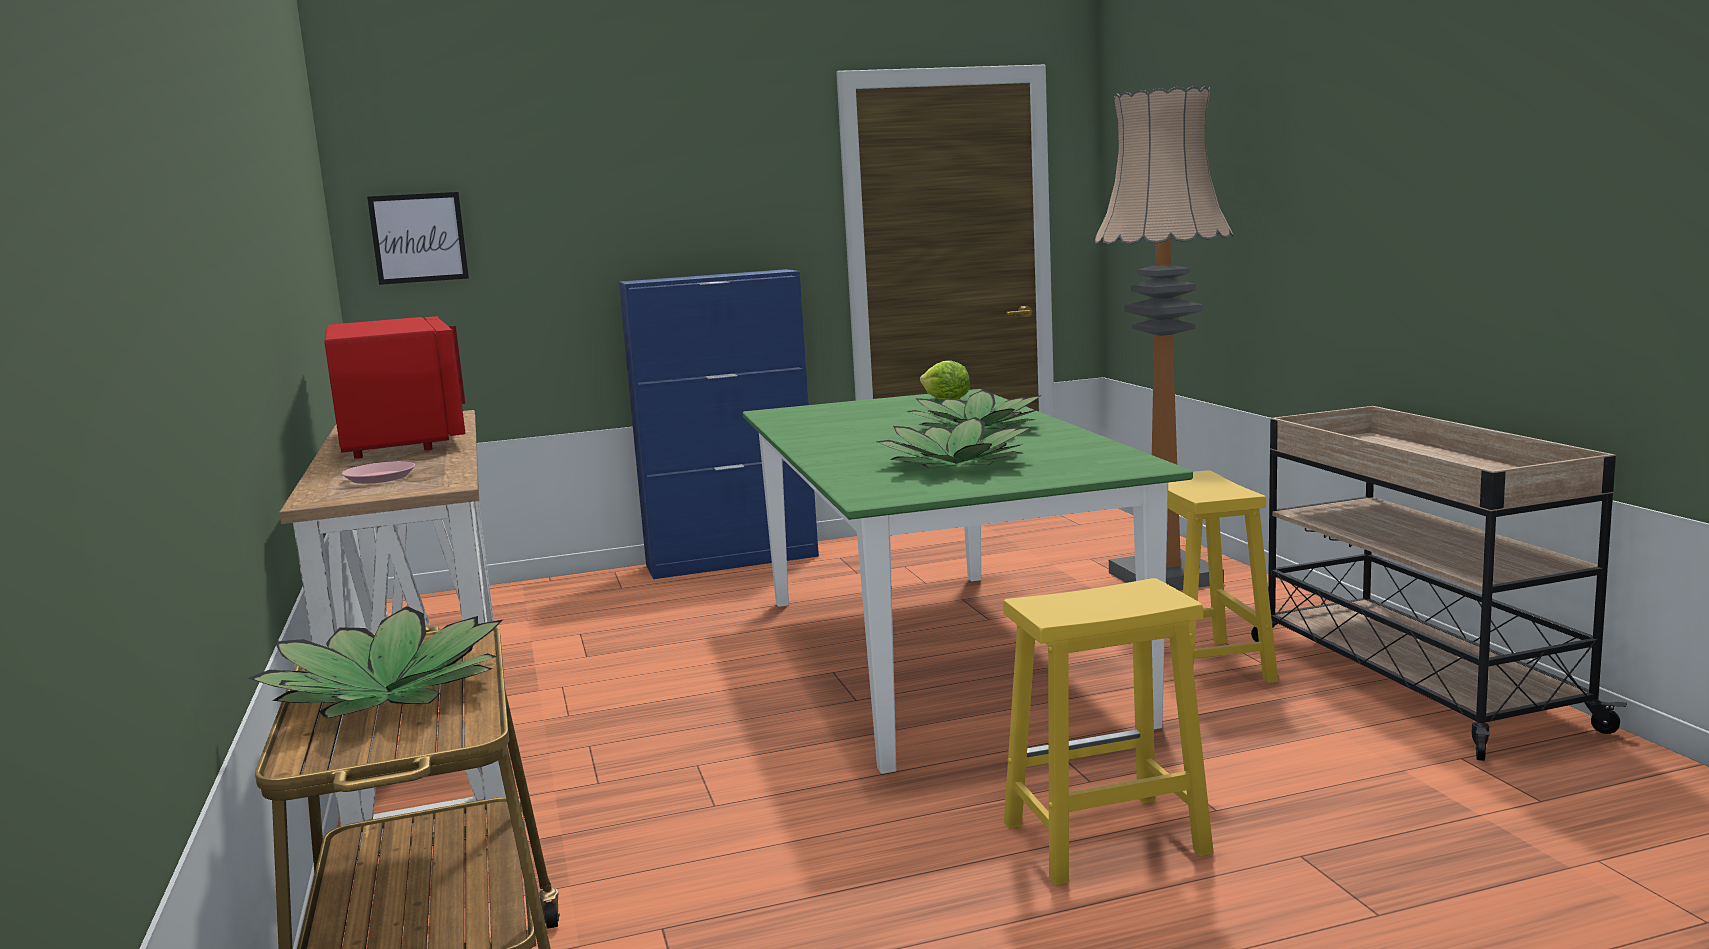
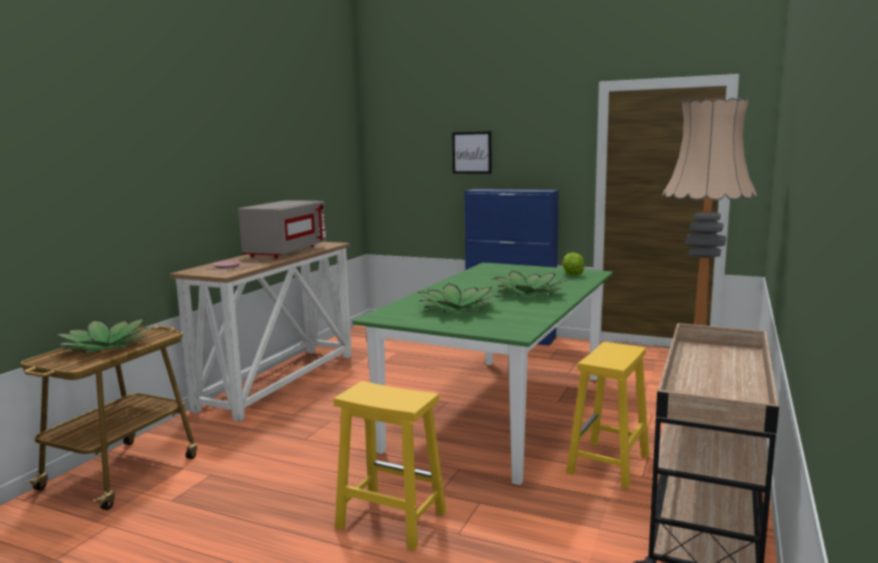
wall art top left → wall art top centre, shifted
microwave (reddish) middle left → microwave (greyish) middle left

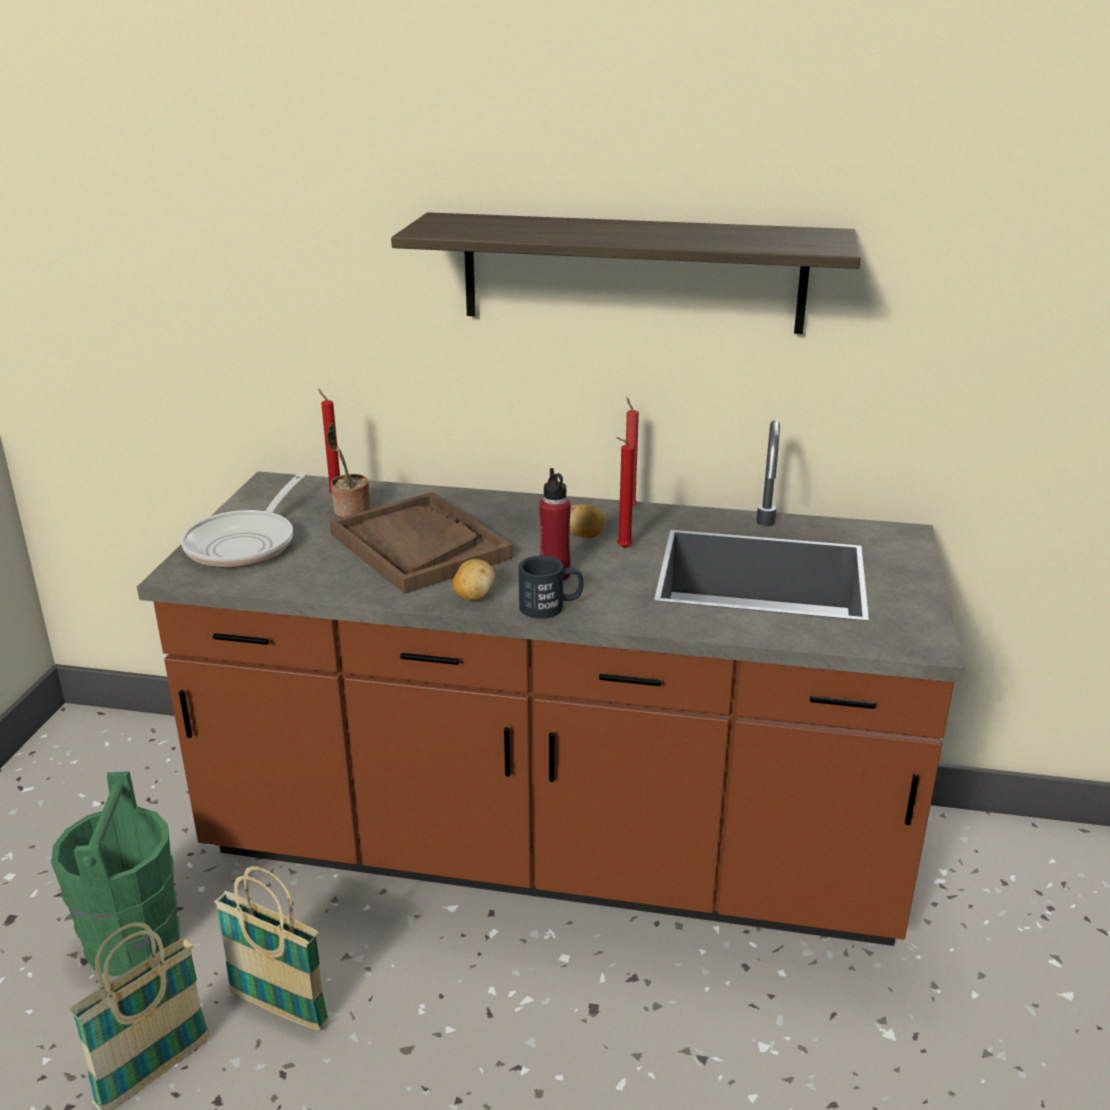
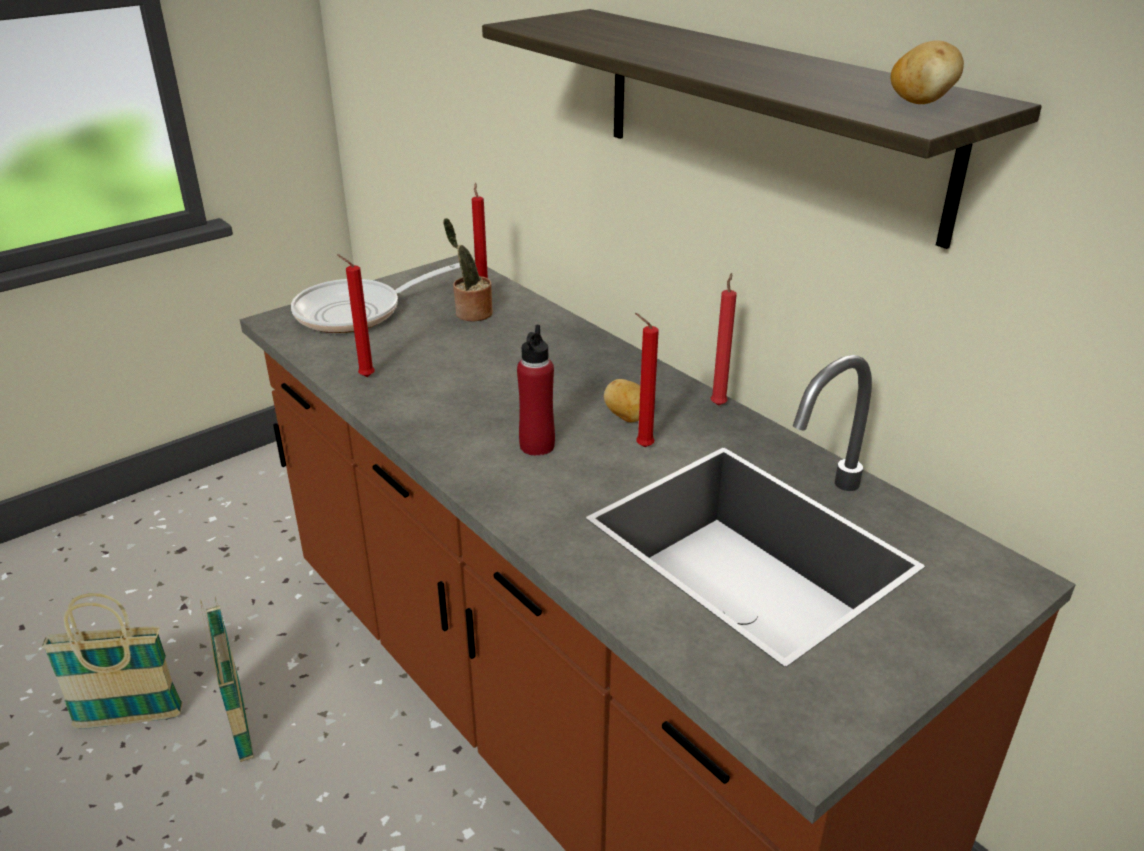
bucket (greenish) bottom left → -
tray (brown) centre → -
tea mug (blackish) centre → -
- → candle (reddish) (no. 1 from left) middle left
whole potato (no. 1 from left in the first image) centre → whole potato (no. 2 from left) top right, shifted

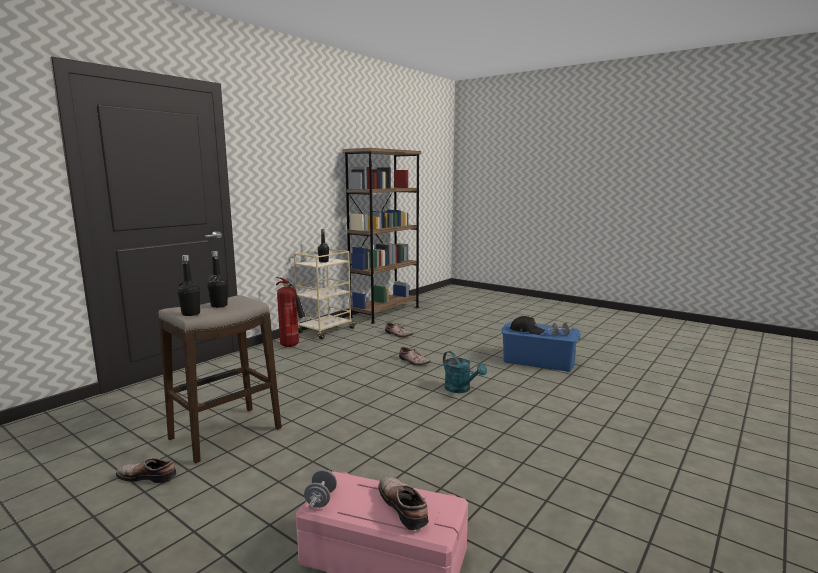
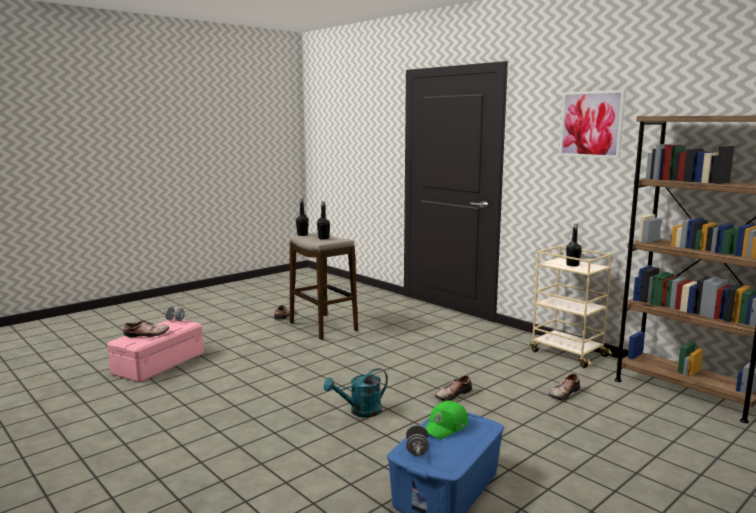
fire extinguisher centre → -
- → wall art top right
baseball cap (blackish) centre → baseball cap (greenish) bottom centre

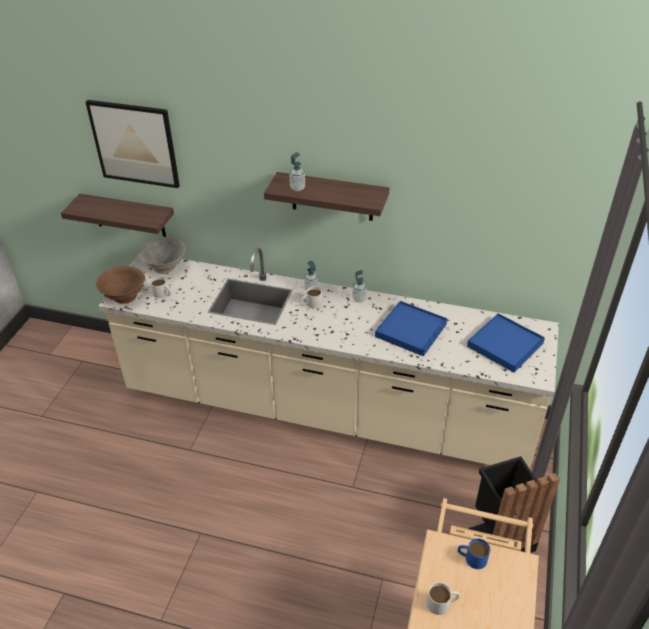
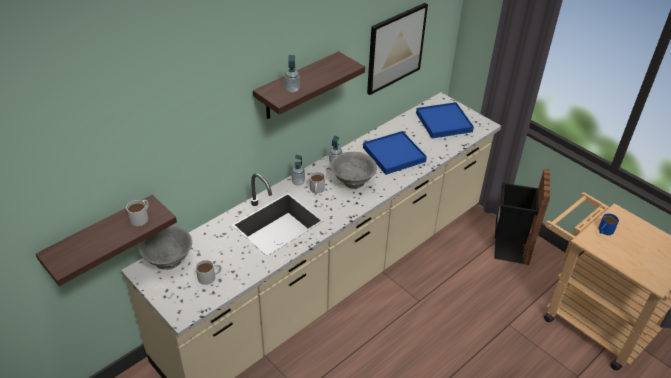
bowl (brown) middle left → -
- → bowl (greyish) (no. 2 from left) centre
wall art top left → wall art top centre, shifted
tea mug (white-coloured) (no. 3 from left in the first image) bottom right → tea mug (white-coloured) (no. 1 from left) middle left, shifted

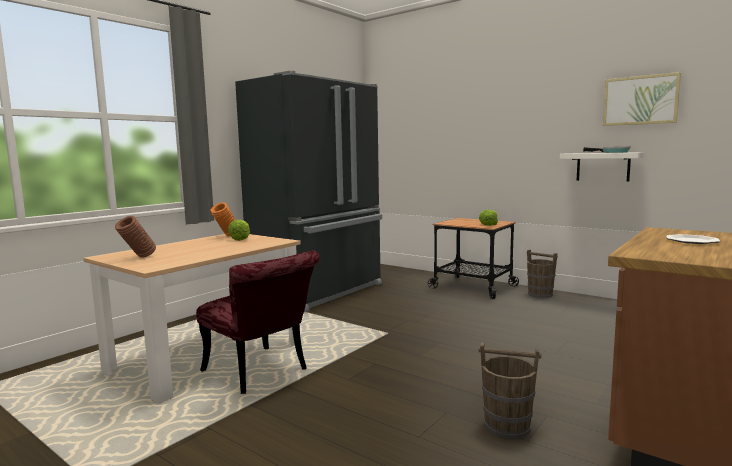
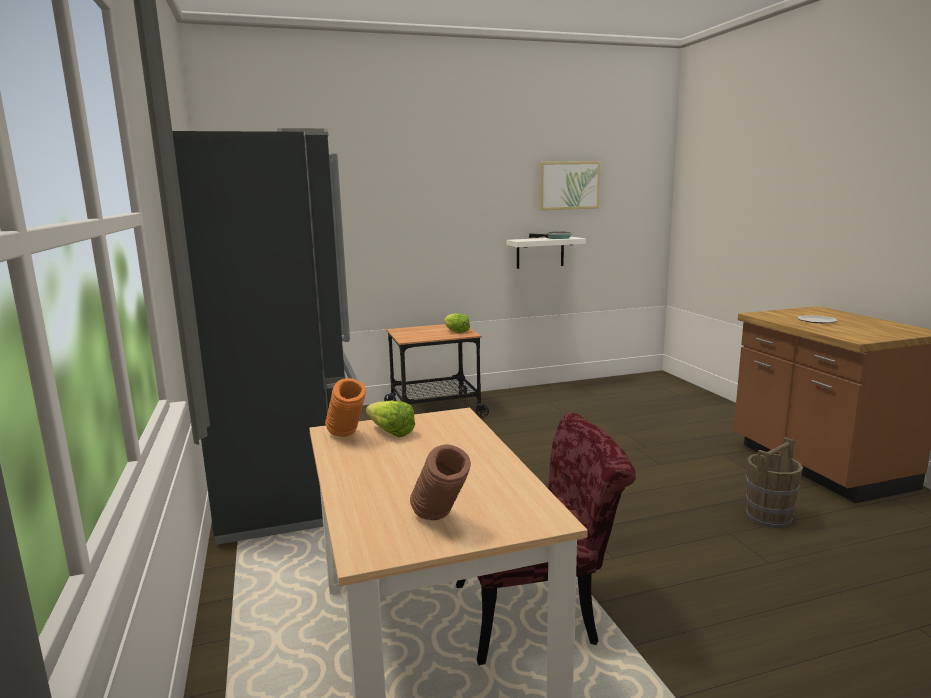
bucket (brown) (no. 2 from left) middle right → -

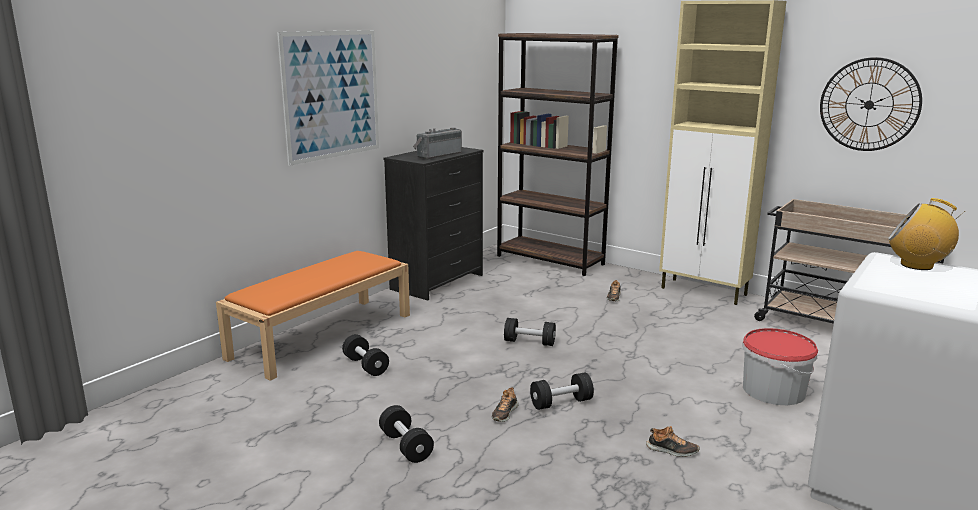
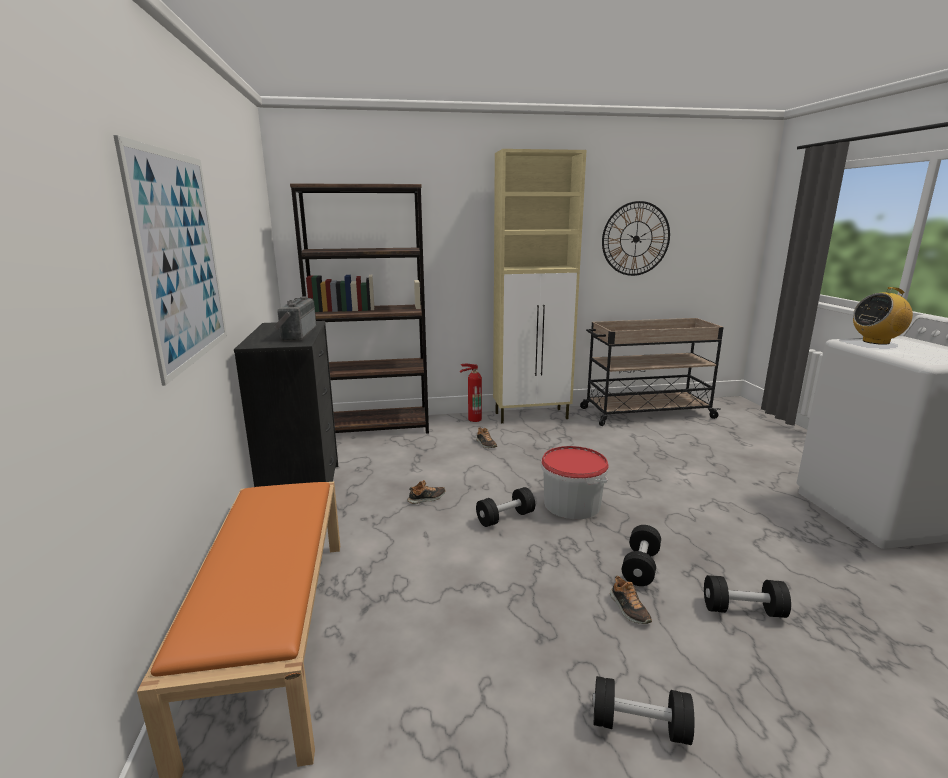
- → fire extinguisher centre
dumbbell (blackish) (no. 1 from left in the first image) bottom centre → dumbbell (blackish) (no. 4 from left) bottom right, shifted
shoe (no. 3 from left in the first image) bottom right → shoe (no. 1 from left) centre, shifted
bucket bottom right → bucket centre, shifted

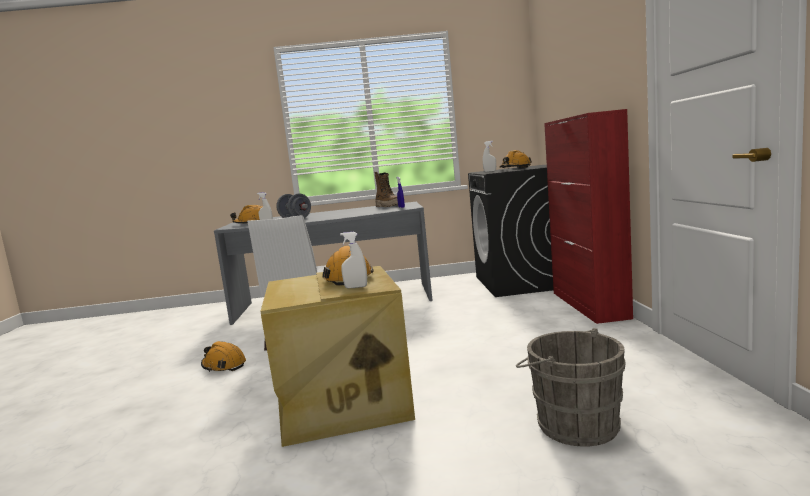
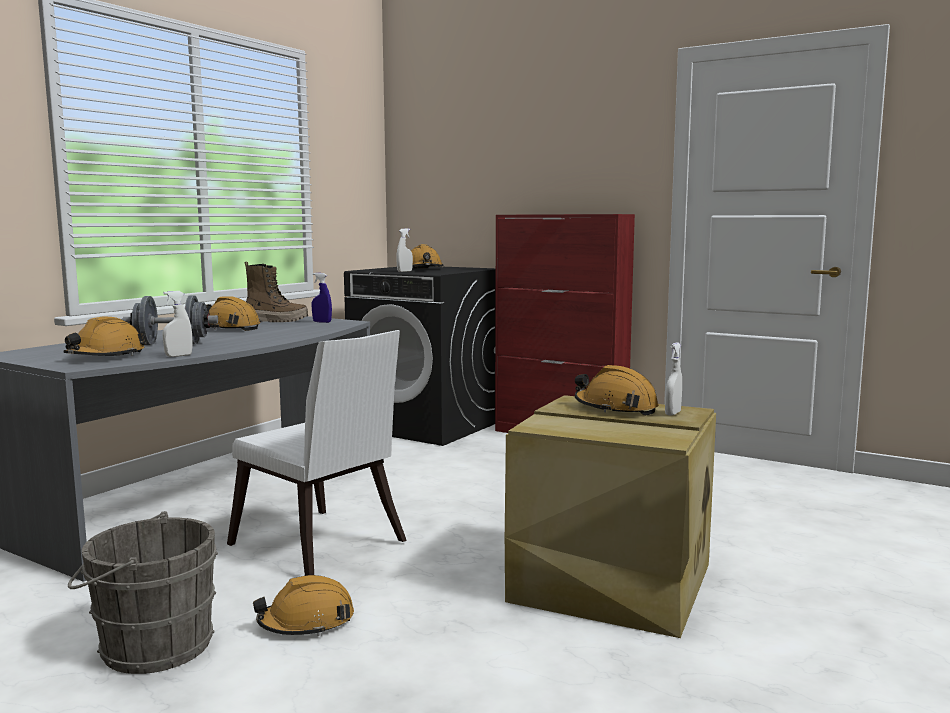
- → work helmet (orange-coloured) (no. 2 from left) middle left
bucket (greyish) bottom right → bucket (greyish) bottom left, shifted

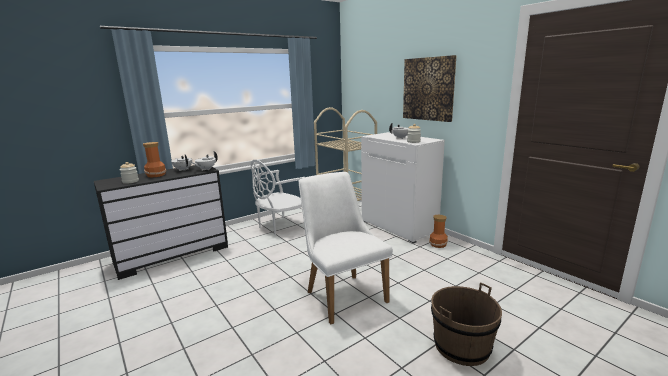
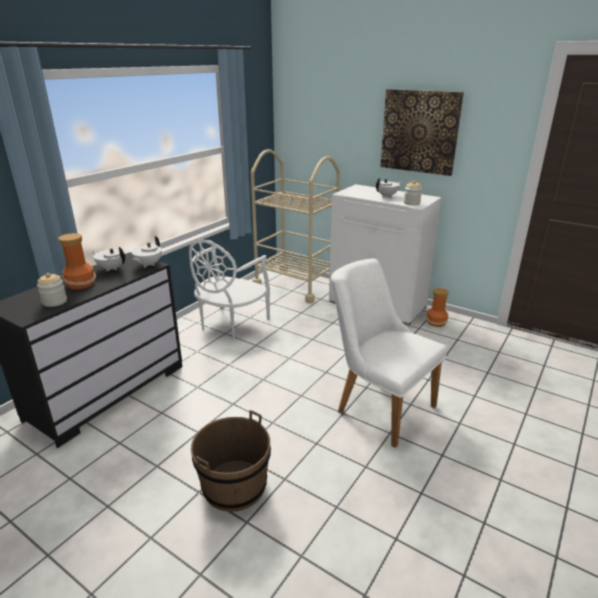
bucket (brown) bottom right → bucket (brown) bottom centre, shifted

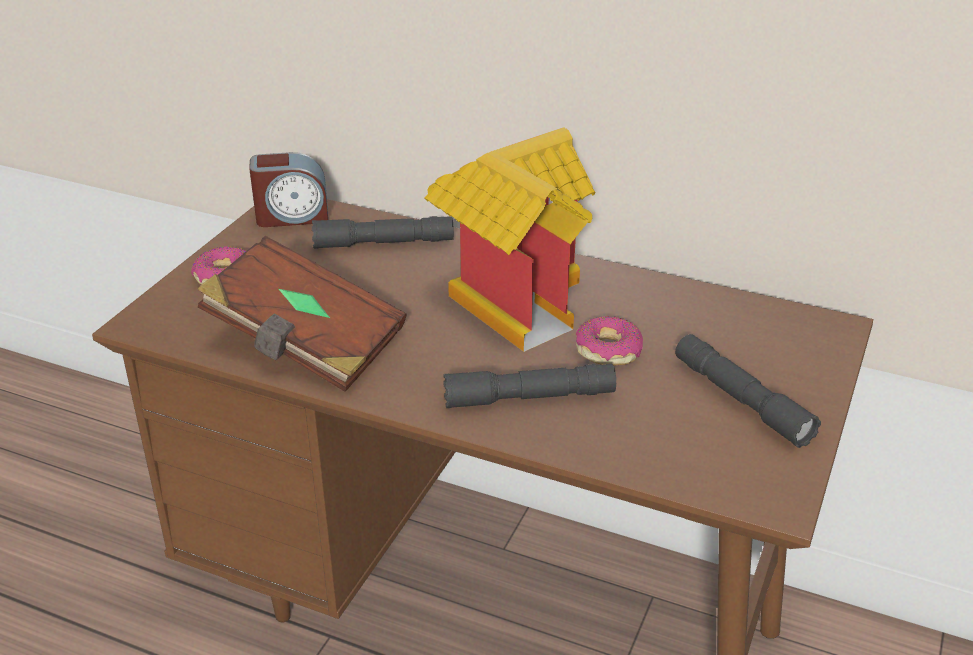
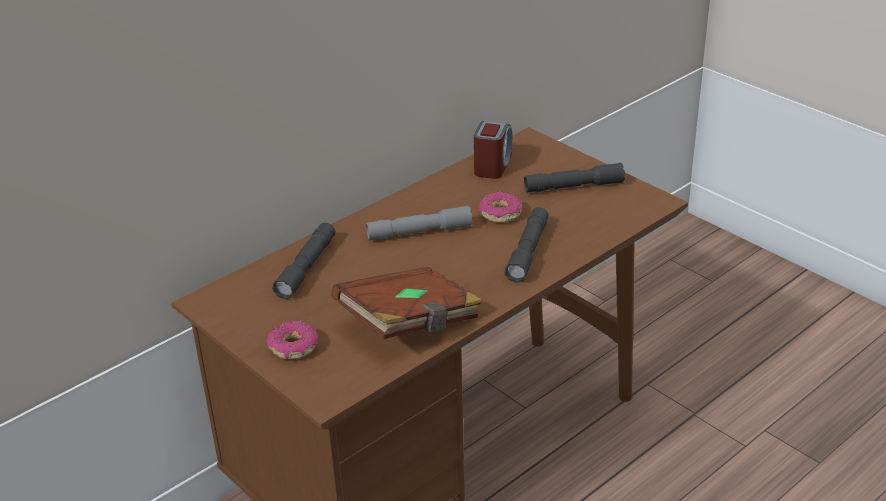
alarm clock top left → alarm clock top centre, shifted
model house centre → torch (greyish) (no. 2 from left) centre

